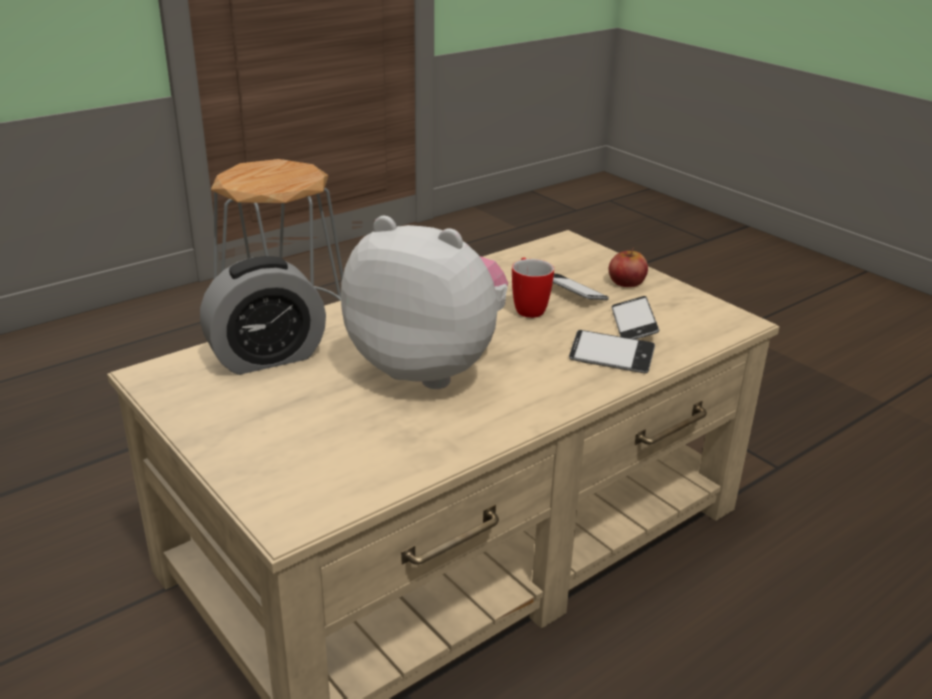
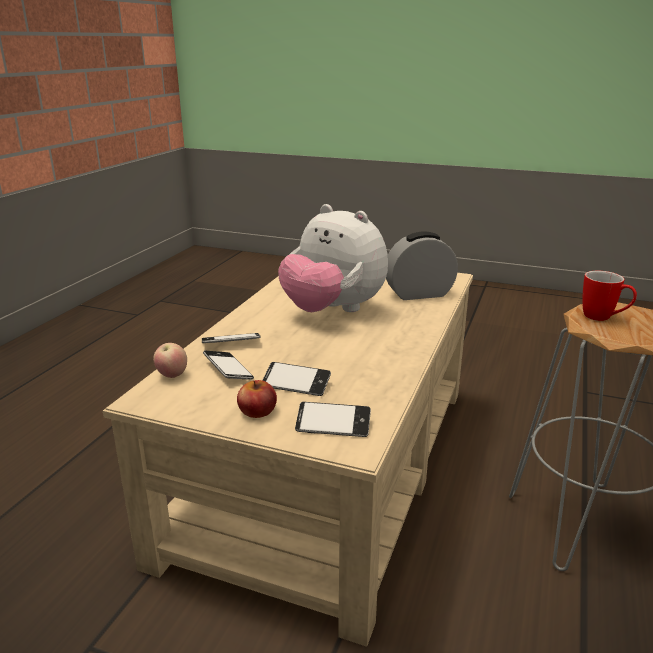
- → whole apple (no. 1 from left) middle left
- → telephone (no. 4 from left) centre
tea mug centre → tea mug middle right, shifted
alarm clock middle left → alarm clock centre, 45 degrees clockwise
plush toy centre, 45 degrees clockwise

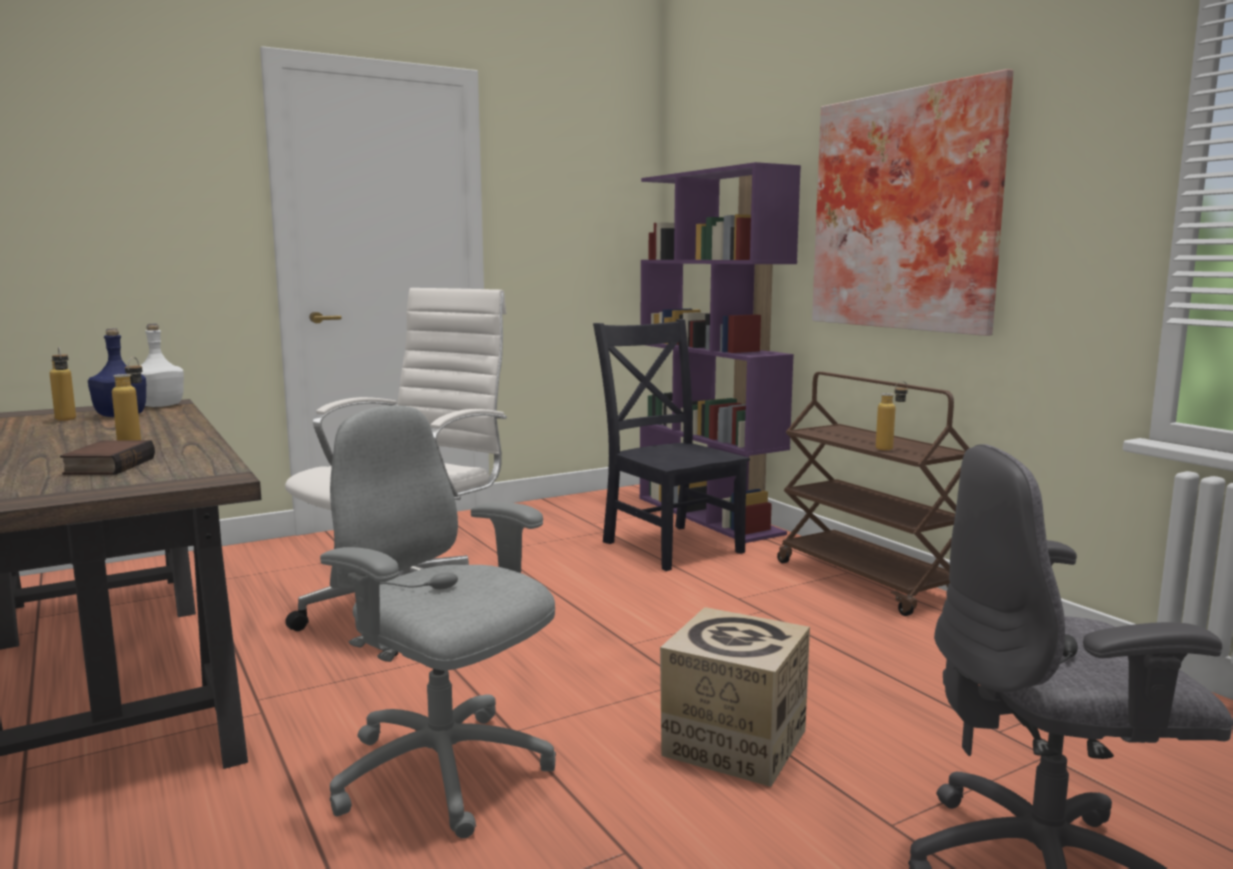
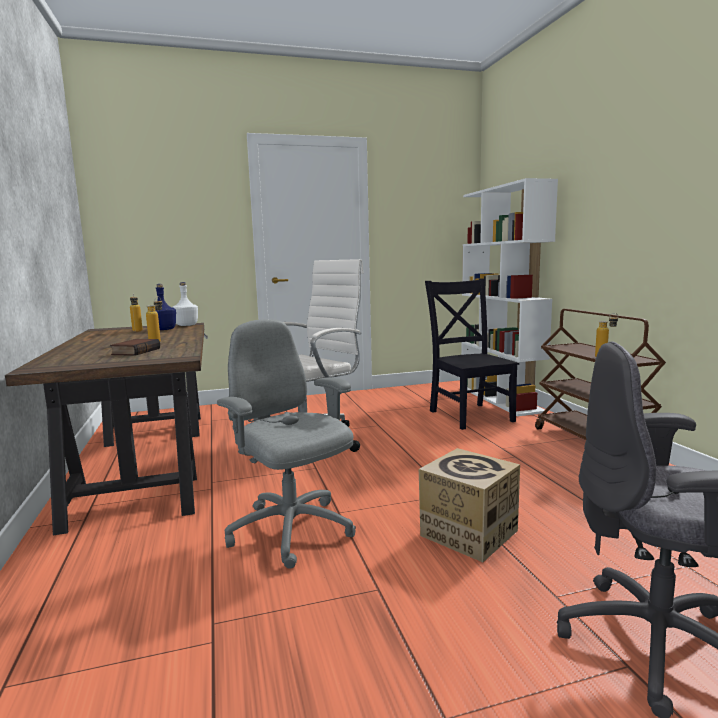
wall art top right → -
bookcase (purplish) centre → bookcase (white-coloured) middle right

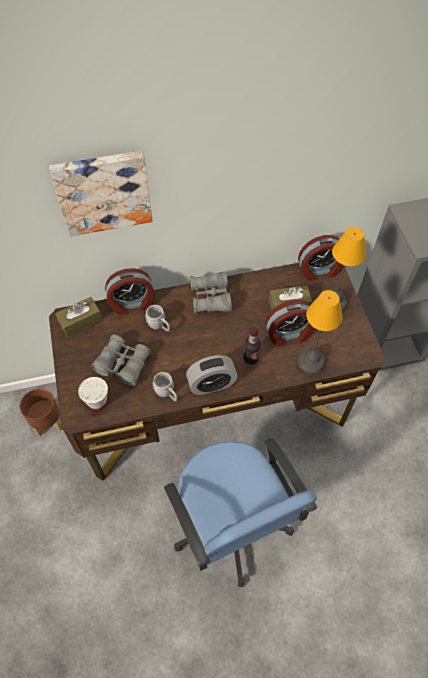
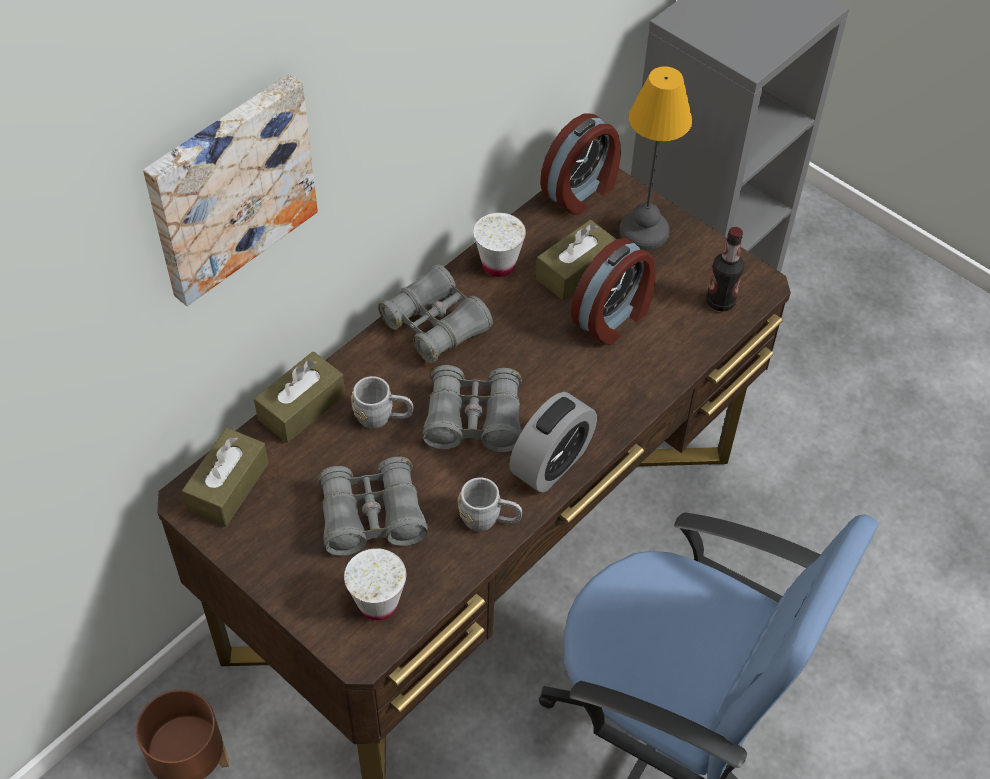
tabletop lamp (no. 1 from left) middle right → -
- → binoculars (greyish) (no. 3 from left) centre
- → small cup (white-coloured) (no. 2 from left) top centre
bottle centre → bottle middle right, shifted
alarm clock (no. 1 from left) middle left → tissue box (brown) (no. 2 from left) middle left

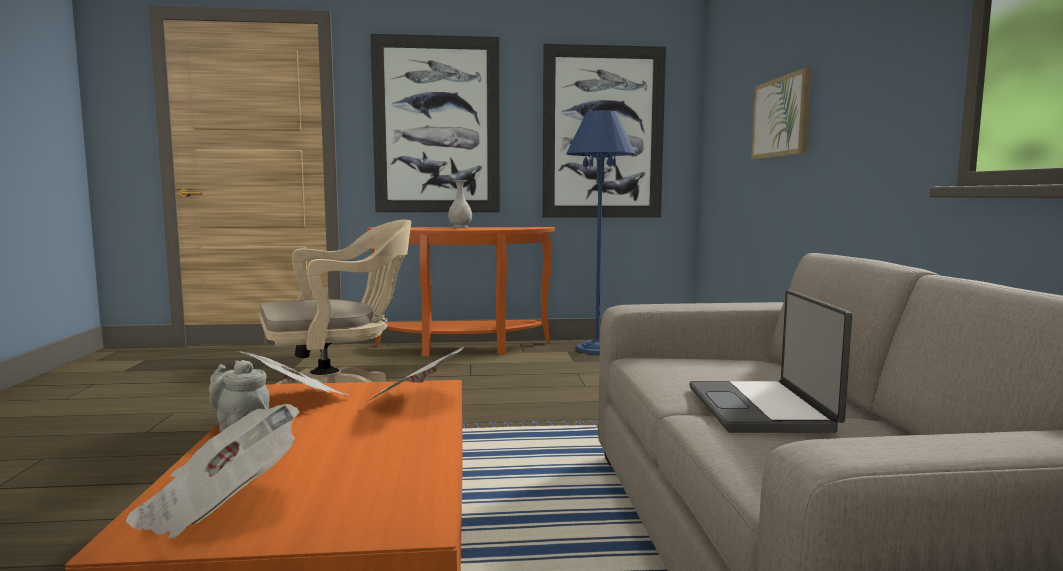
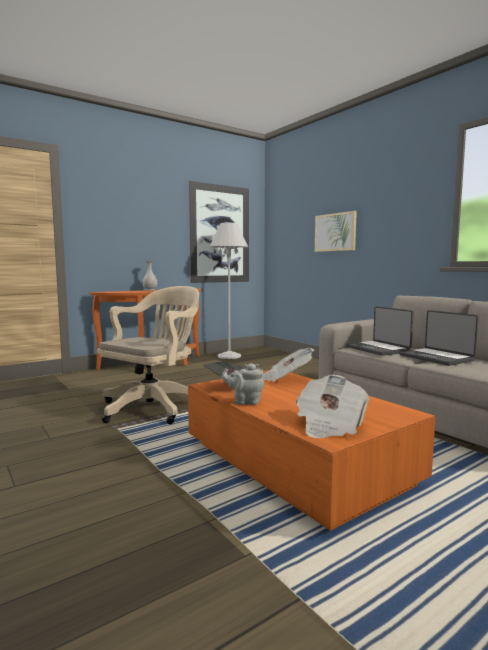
wall art (no. 1 from left) top centre → -
- → notebook computer (no. 1 from left) middle right
standard lamp (blue-coloured) centre → standard lamp (white-coloured) centre

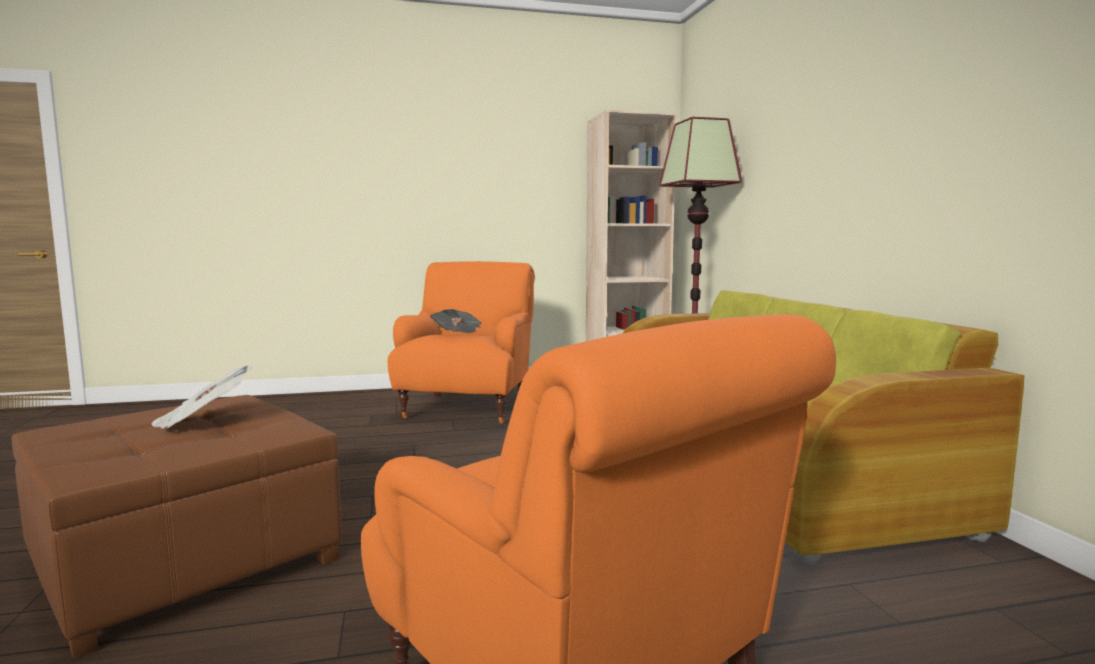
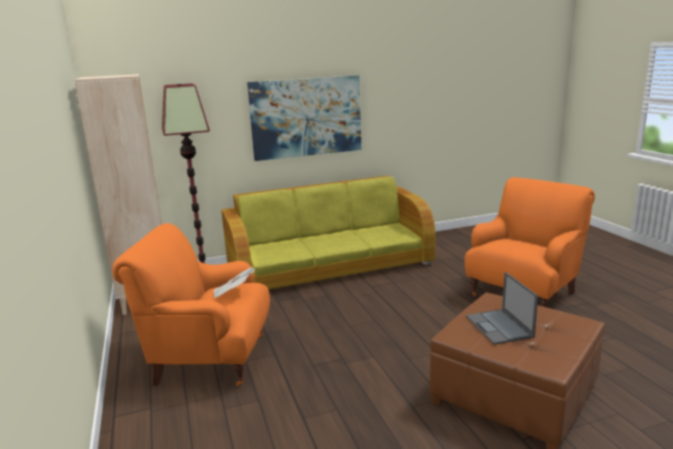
- → wall art top centre
printed paper (no. 1 from left) middle left → notebook computer bottom right

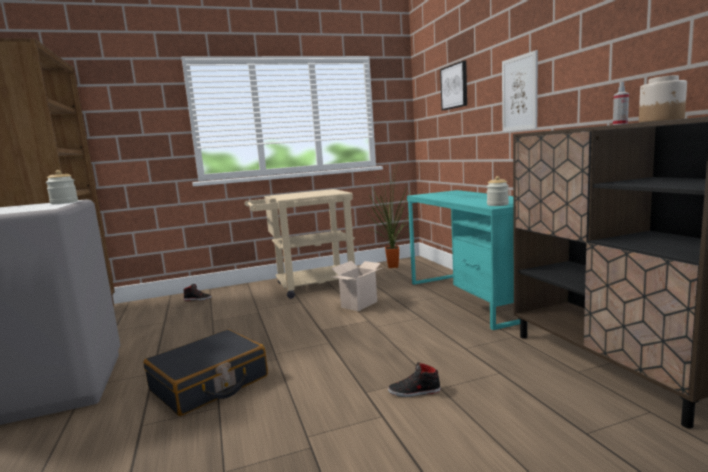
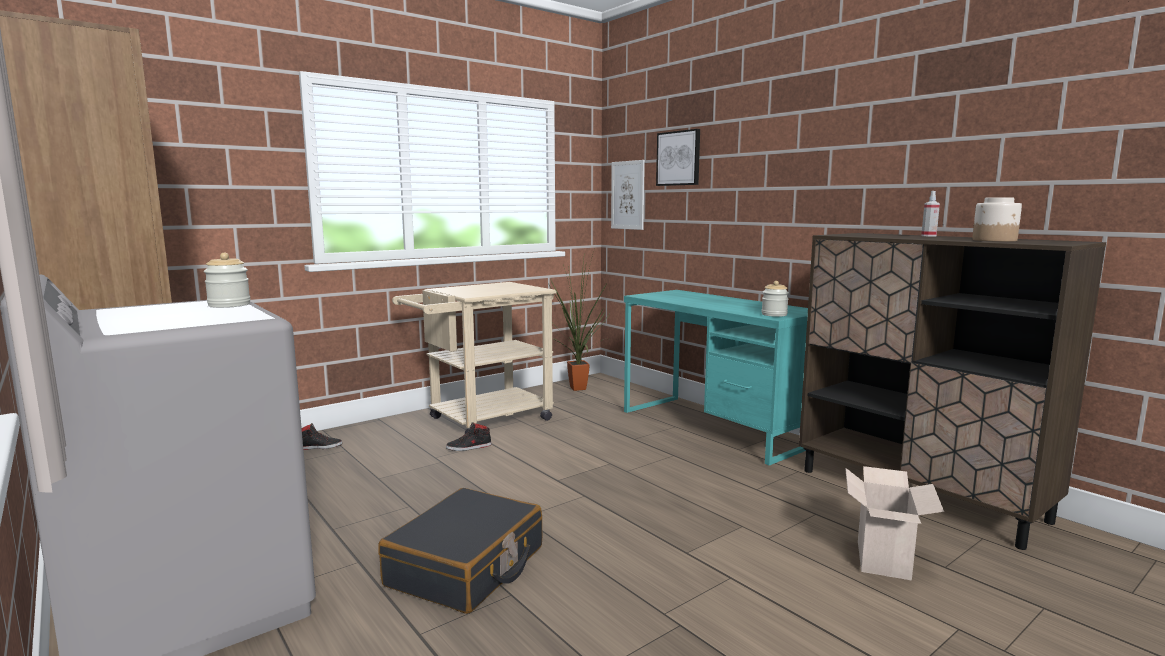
cardboard box centre → cardboard box bottom right, shifted
shoe (blackish) (no. 2 from left) bottom centre → shoe (blackish) (no. 2 from left) centre, shifted
wall art (no. 2 from left in the first image) top right → wall art (no. 1 from left) top centre, shifted

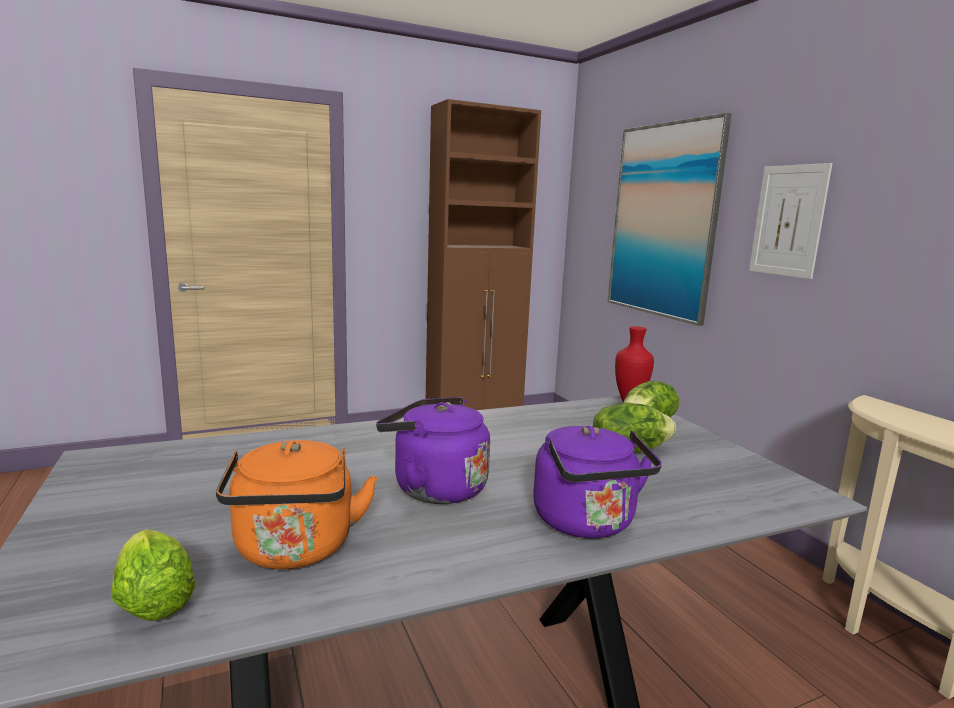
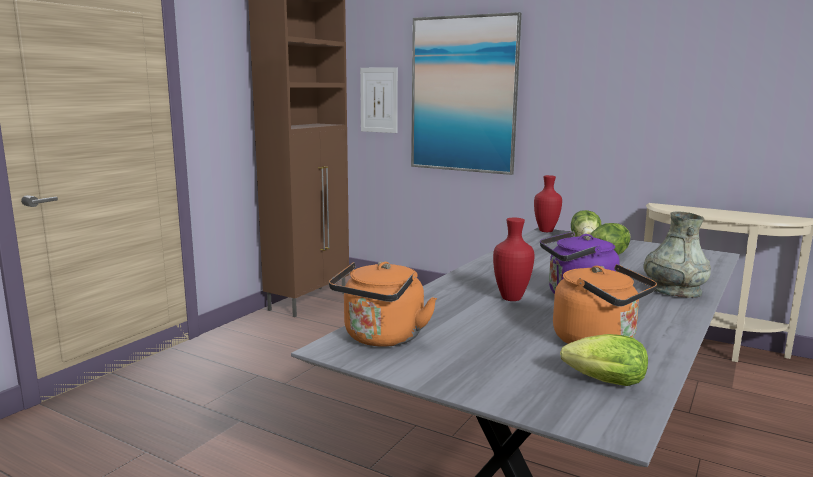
- → water kettle (orange-coloured) (no. 1 from left) centre
- → vase (reddish) (no. 1 from left) centre
wall art (no. 2 from left in the first image) top right → wall art (no. 1 from left) top centre, shifted
water kettle (purplish) (no. 2 from left) bottom centre → vase (greyish) middle right

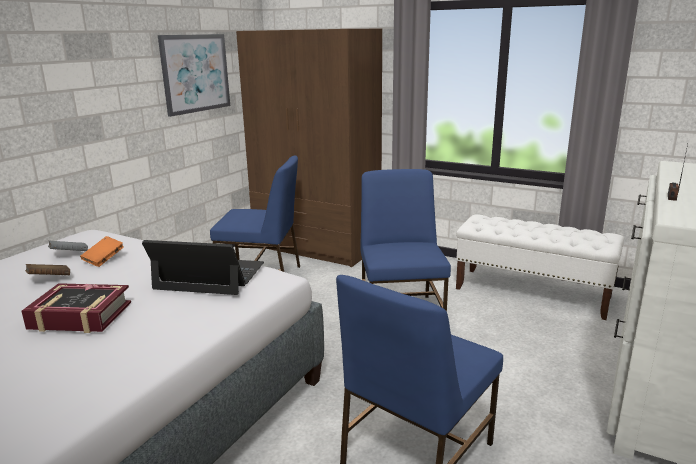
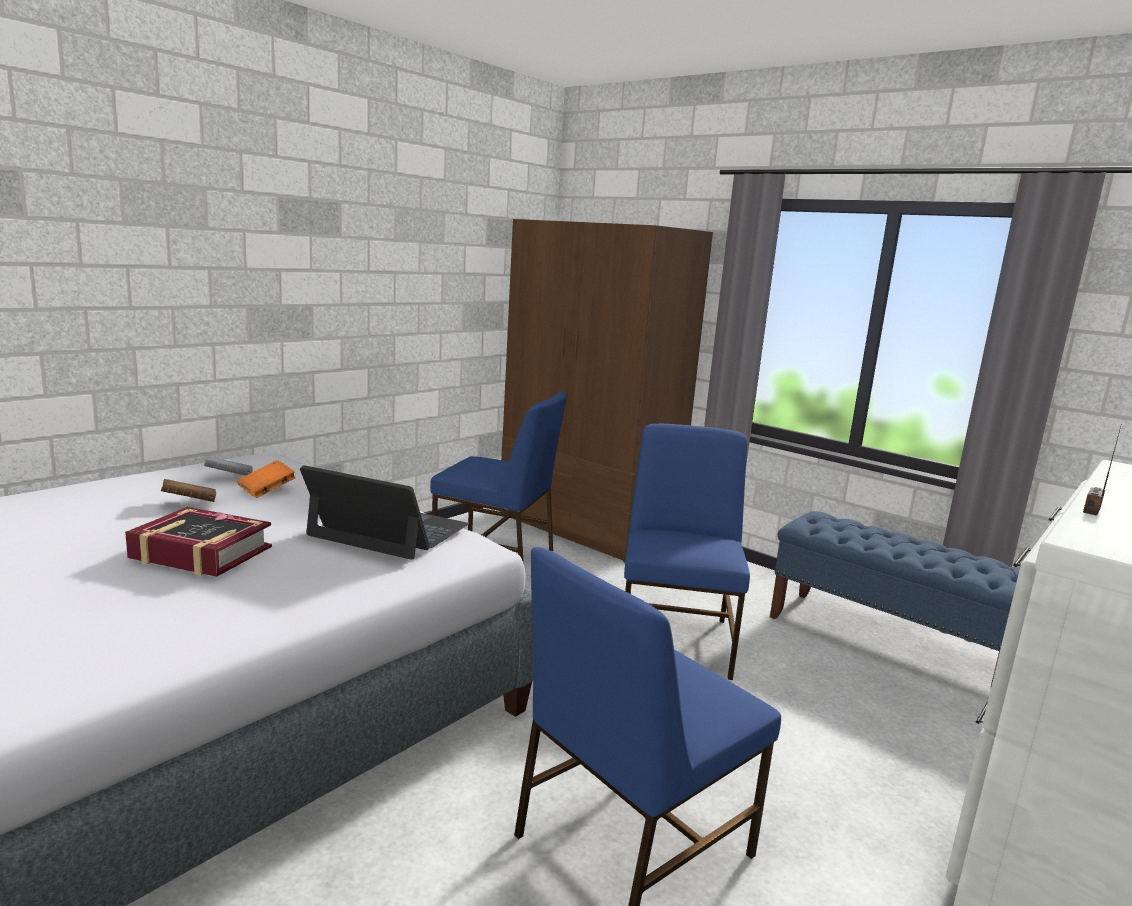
wall art top left → -
bench (white-coloured) middle right → bench (blue-coloured) middle right

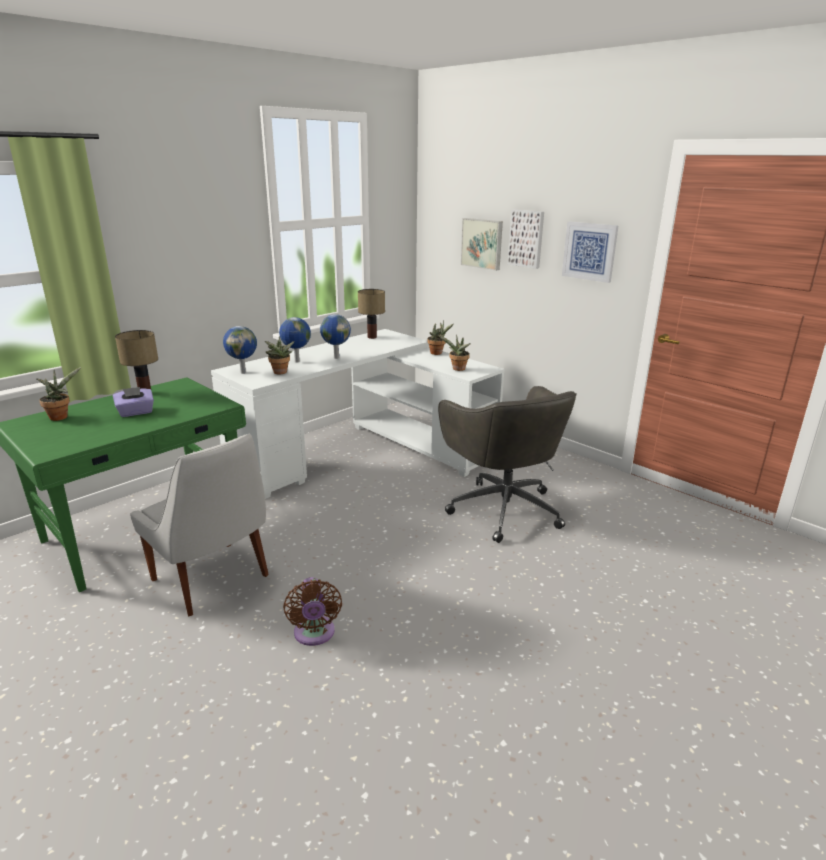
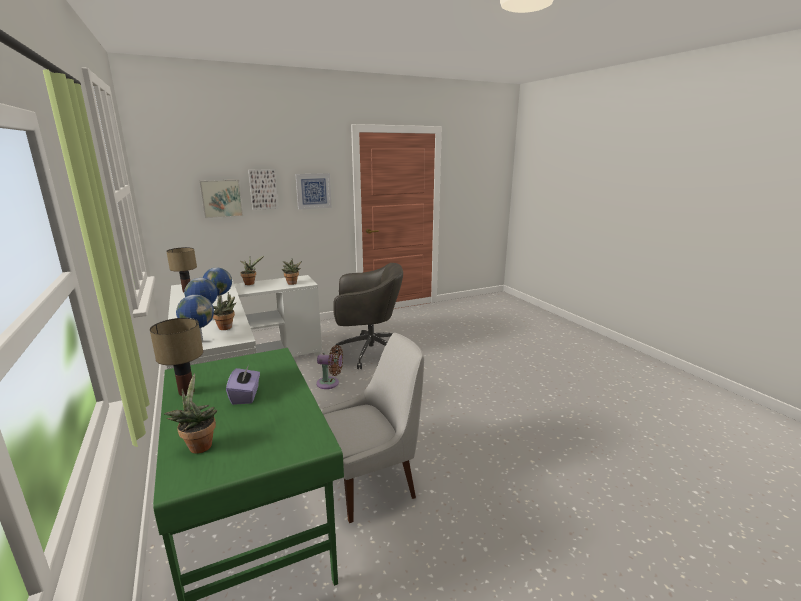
electric fan (brown) bottom centre → electric fan (brown) centre, shifted

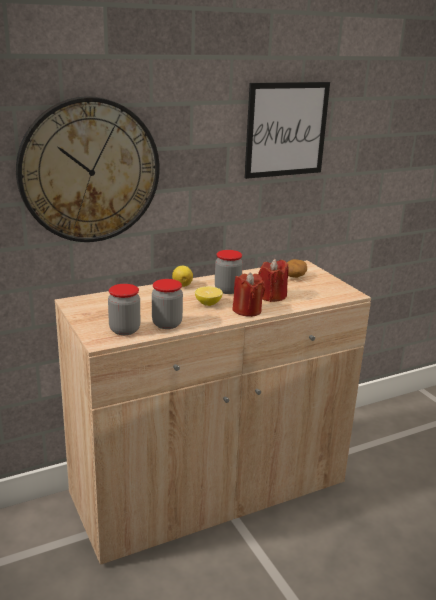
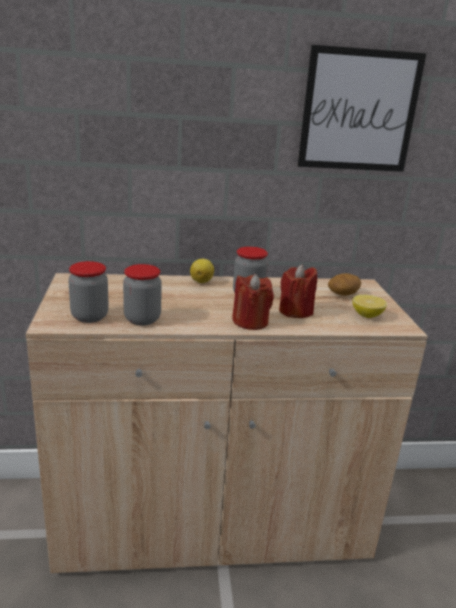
hanging clock top left → -
citrus fruit (no. 2 from left) centre → citrus fruit (no. 2 from left) middle right, shifted

